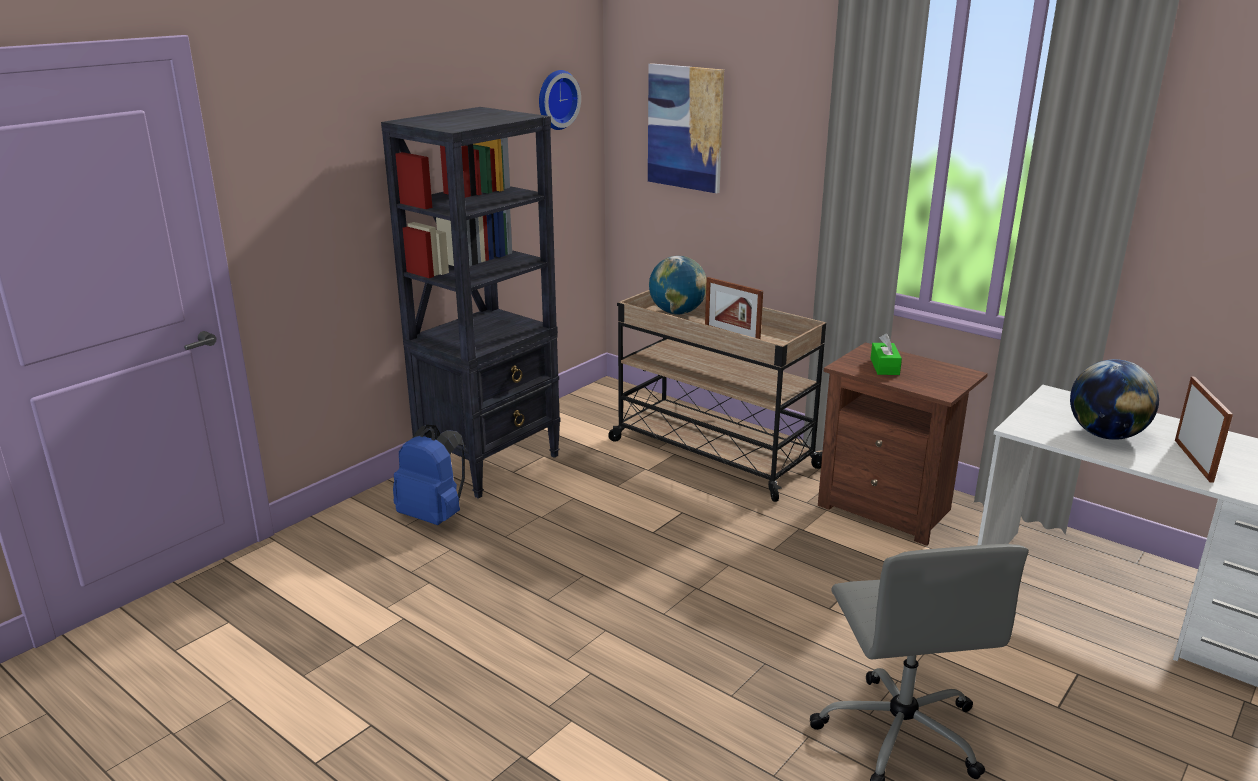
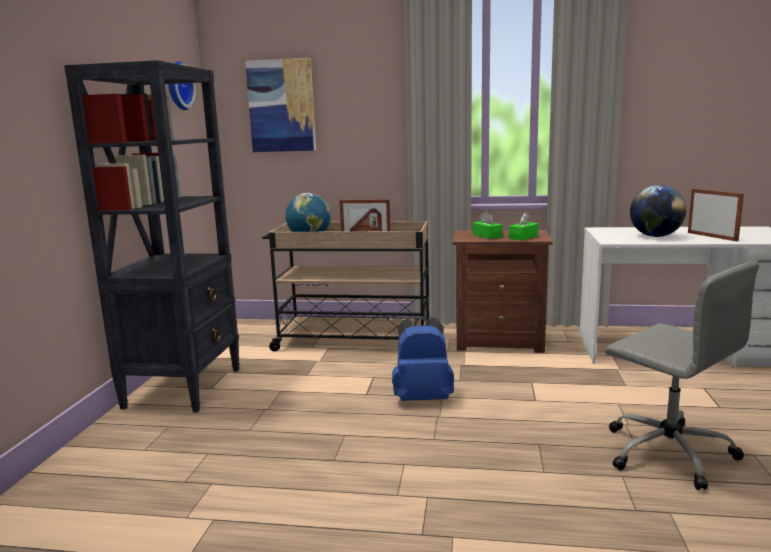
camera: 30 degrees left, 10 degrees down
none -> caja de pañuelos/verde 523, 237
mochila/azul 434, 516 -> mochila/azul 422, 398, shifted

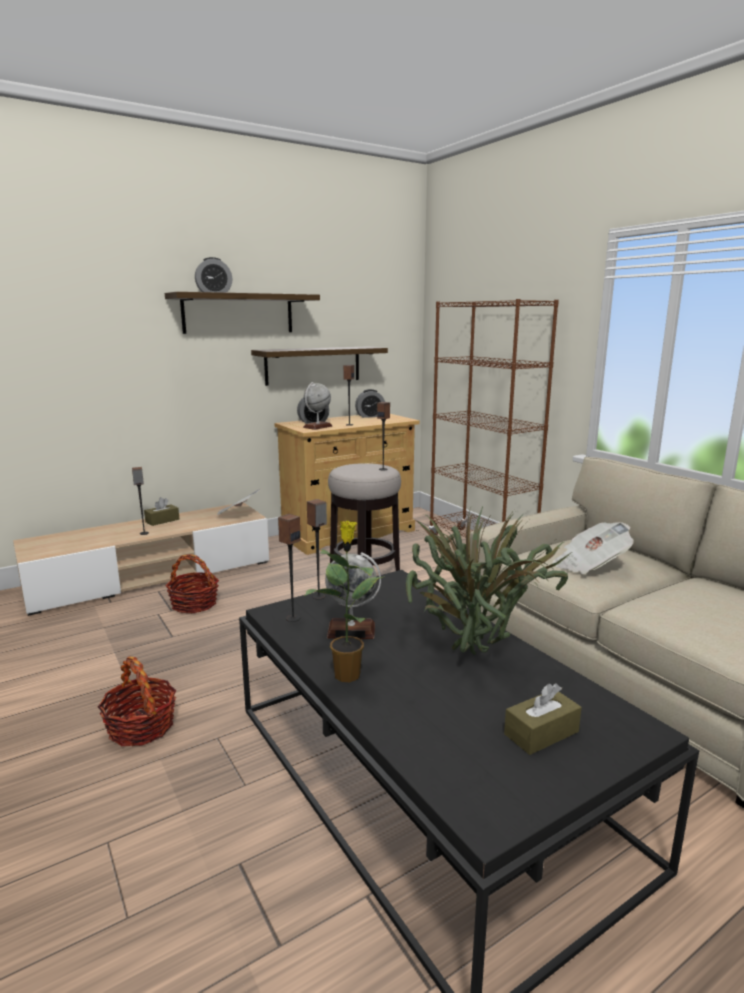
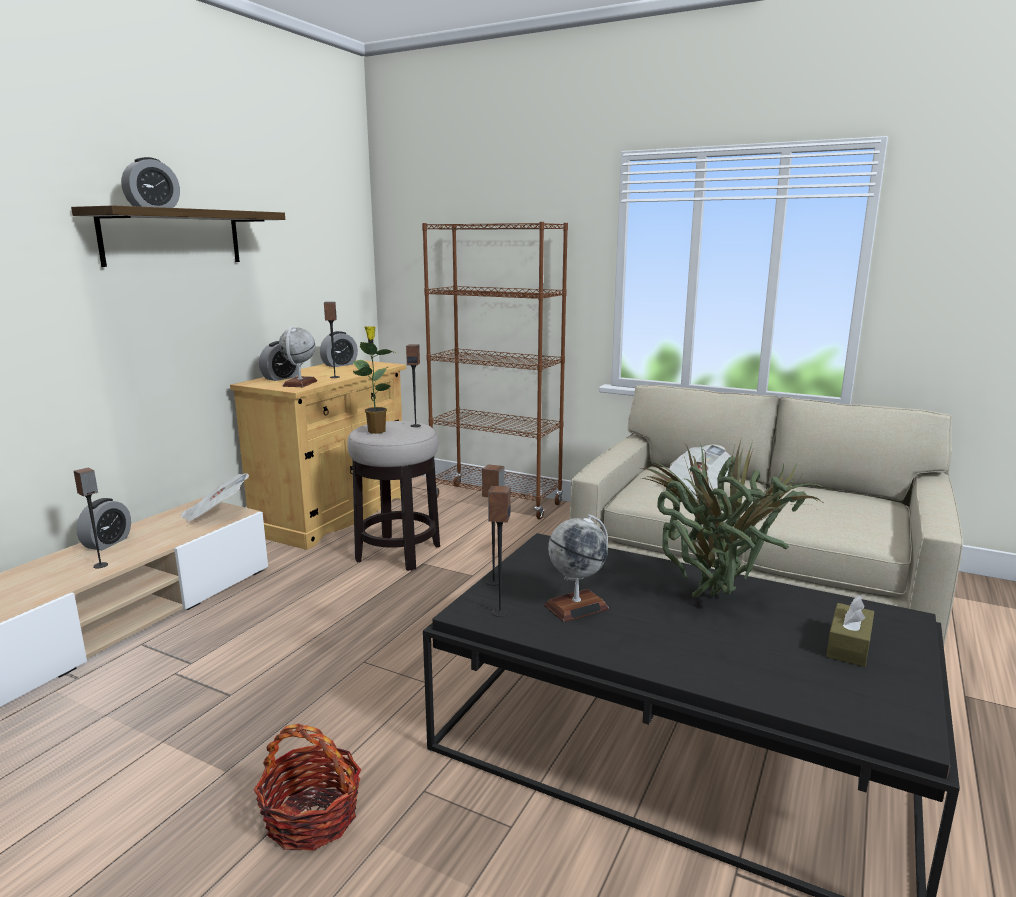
camera: 30 degrees left, 0 degrees up
cesta 194, 604 -> none
estante 313, 365 -> none
planta en maceta 347, 673 -> planta en maceta 376, 431, shifted
caja de pañuelos/marrón 162, 520 -> despertador 107, 543

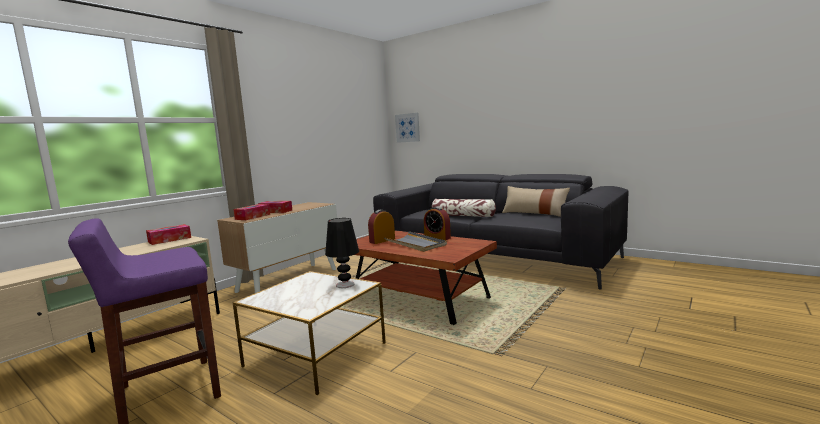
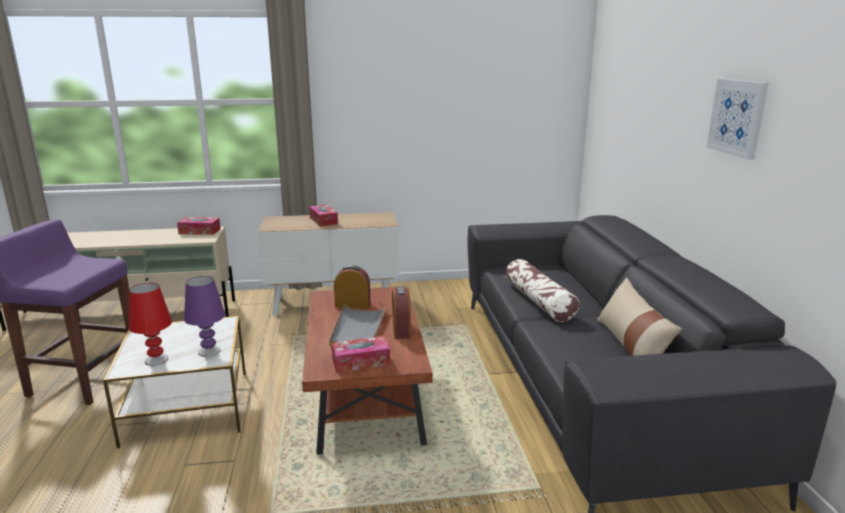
camera: 45 degrees right, 10 degrees up
none -> lámpara de mesa/rojo 156, 360
caja de pañuelos 253, 217 -> caja de pañuelos 361, 361, shifted
cuadro 407, 127 -> cuadro 737, 117, shifted
lámpara de mesa/negro 345, 285 -> lámpara de mesa/morado 209, 351

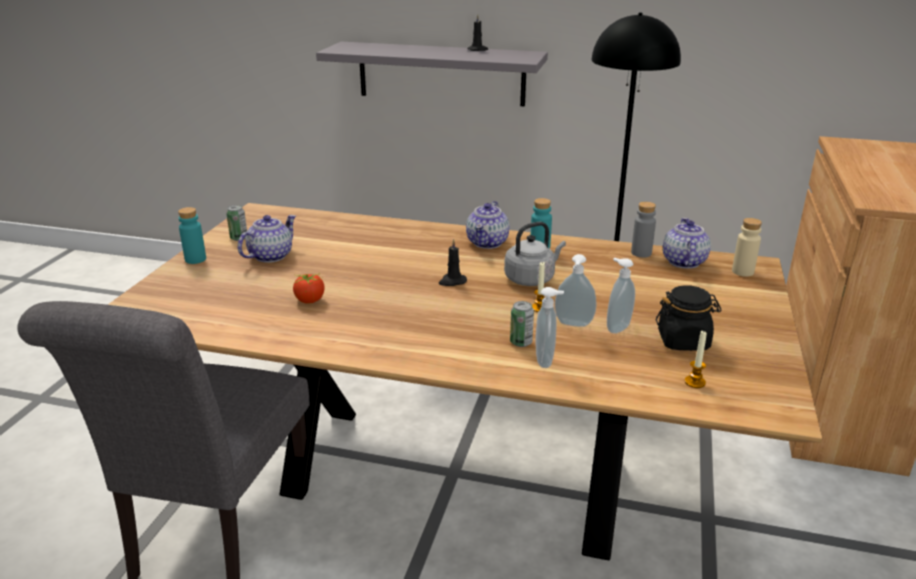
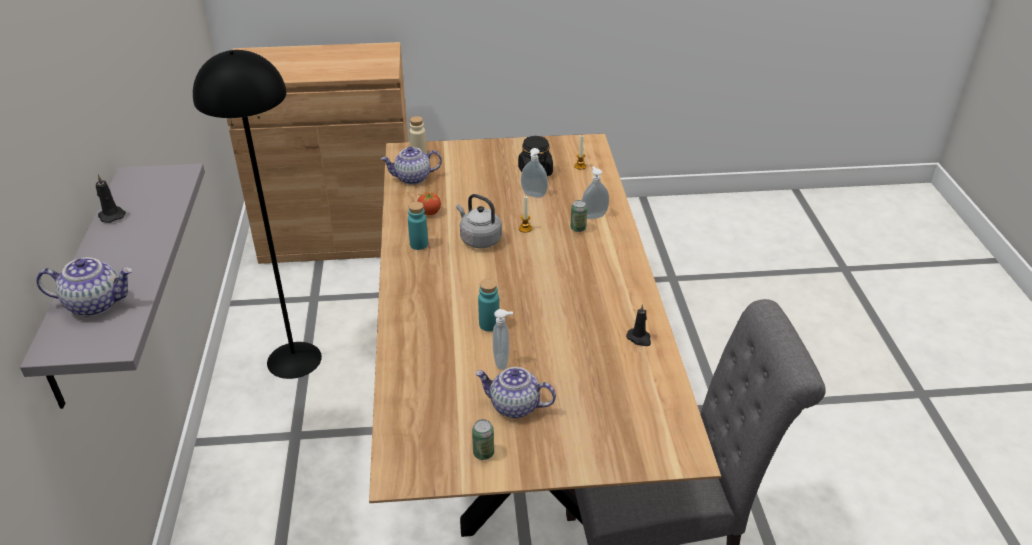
camera: 110 degrees left, 10 degrees up
botella/gris 641, 253 -> none
botella/turquesa 195, 259 -> botella/turquesa 489, 324, shifted
tomate 310, 300 -> tomate 429, 212, shifted
vela/negro 452, 281 -> vela/negro 639, 338, shifted
tetera 488, 243 -> tetera 96, 303, shifted
dispensador de jabón 573, 324 -> dispensador de jabón 503, 362, shifted

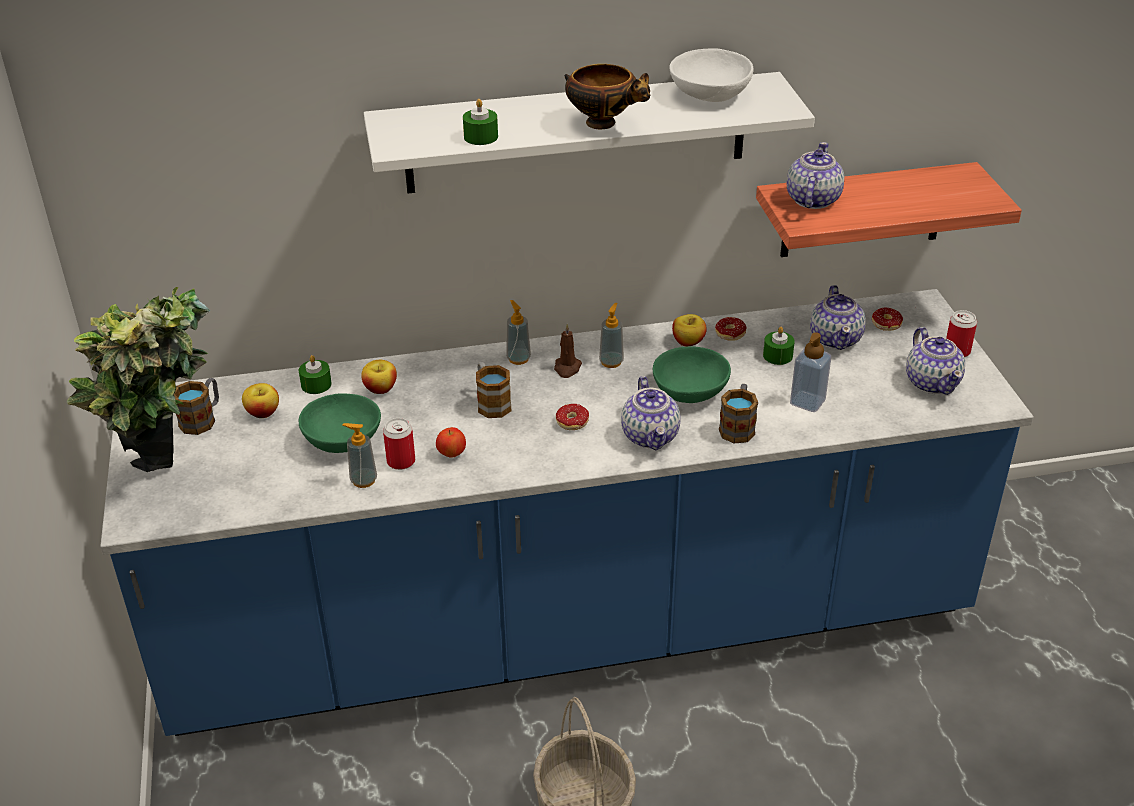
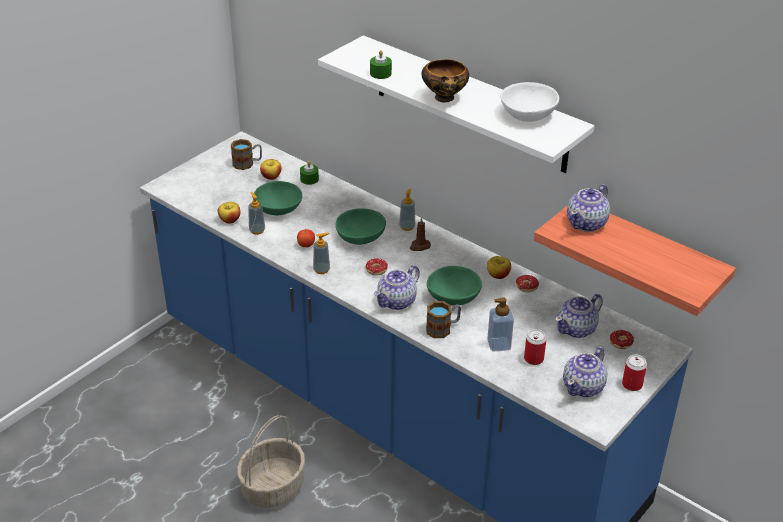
camera: 50 degrees right, 0 degrees up
planta en maceta 171, 487 -> none
vela/verde 777, 356 -> none
manzana 380, 389 -> manzana 230, 220, shifted
lata 401, 461 -> lata 533, 359, shifted
dispensador de jabón 611, 362 -> dispensador de jabón 321, 270, shifted
taza grande 491, 403 -> cuenco/verde 360, 237
tetera 812, 200 -> tetera 587, 223, 150 degrees clockwise

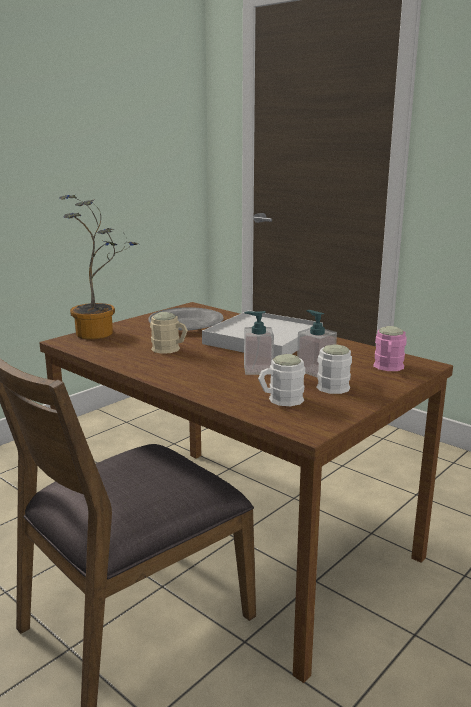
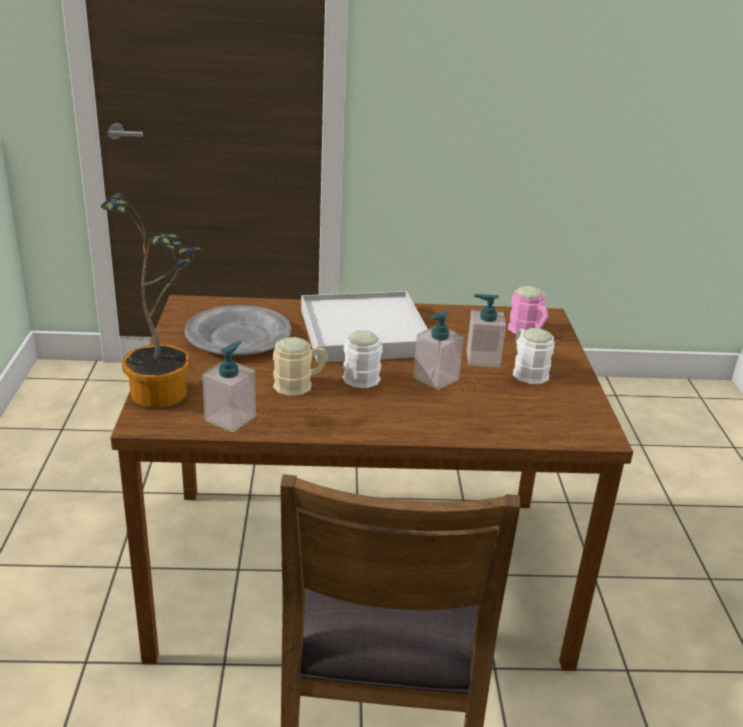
camera: 45 degrees left, 10 degrees up
none -> dispensador de jabón 230, 418
taza grande/blanco 280, 400 -> taza grande/blanco 358, 381, shifted

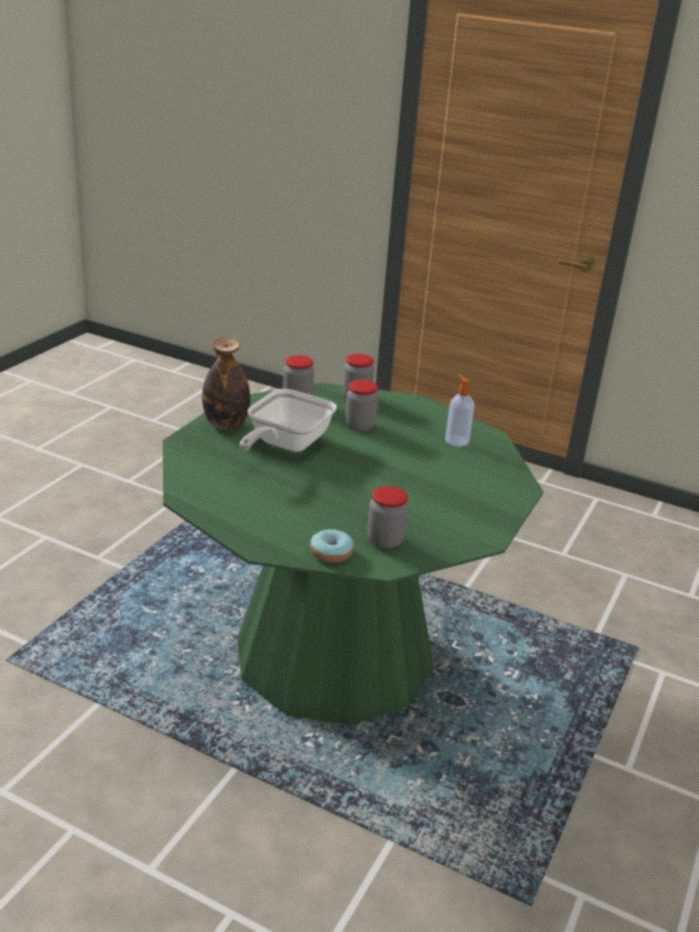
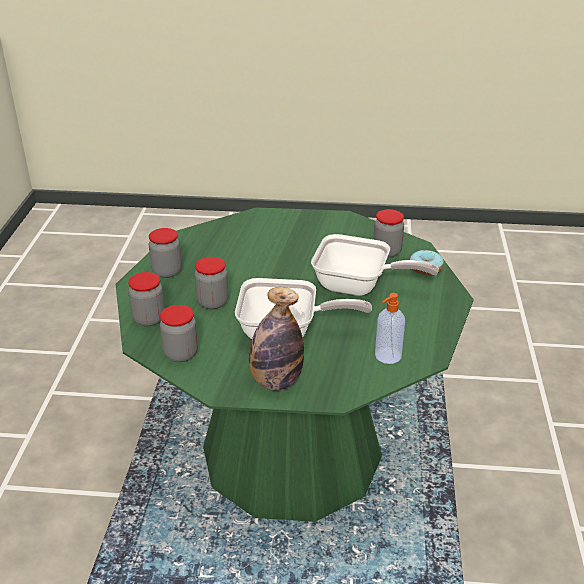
camera: 110 degrees left, 5 degrees up
none -> tarro 167, 271
none -> sartén 358, 286
dispensador de jabón 456, 440 -> dispensador de jabón 387, 356, shifted

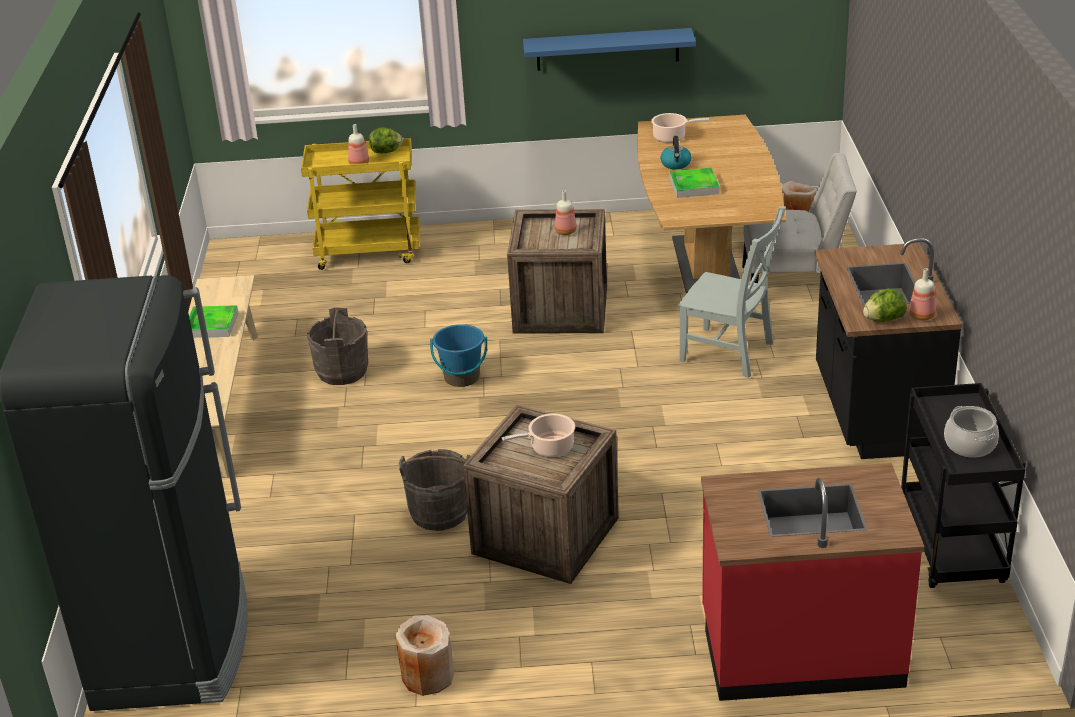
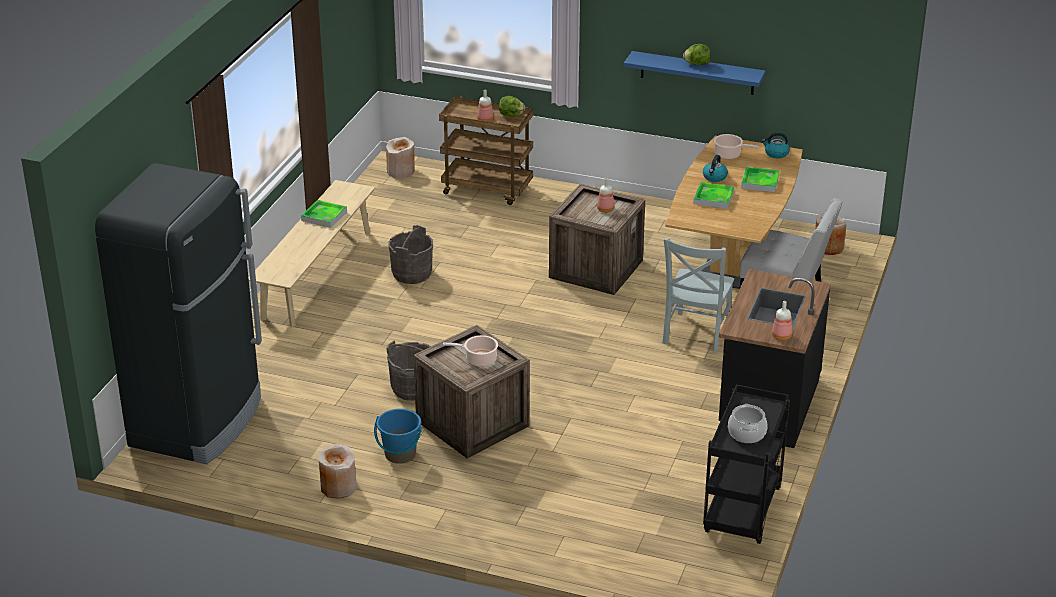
camera: 20 degrees right, 0 degrees up
mueble bajo de cocina/rojo 801, 649 -> none
none -> florero/beis 401, 171
none -> bandeja 760, 182
none -> hervidor 776, 154
cubo/azul 462, 378 -> cubo/azul 400, 455, shifted
lechuga 883, 320 -> lechuga 697, 64, shifted
carrito/amarillo 369, 252 -> carrito/marrón 488, 189
silla/gris 730, 353 -> silla/gris 695, 334, 60 degrees clockwise

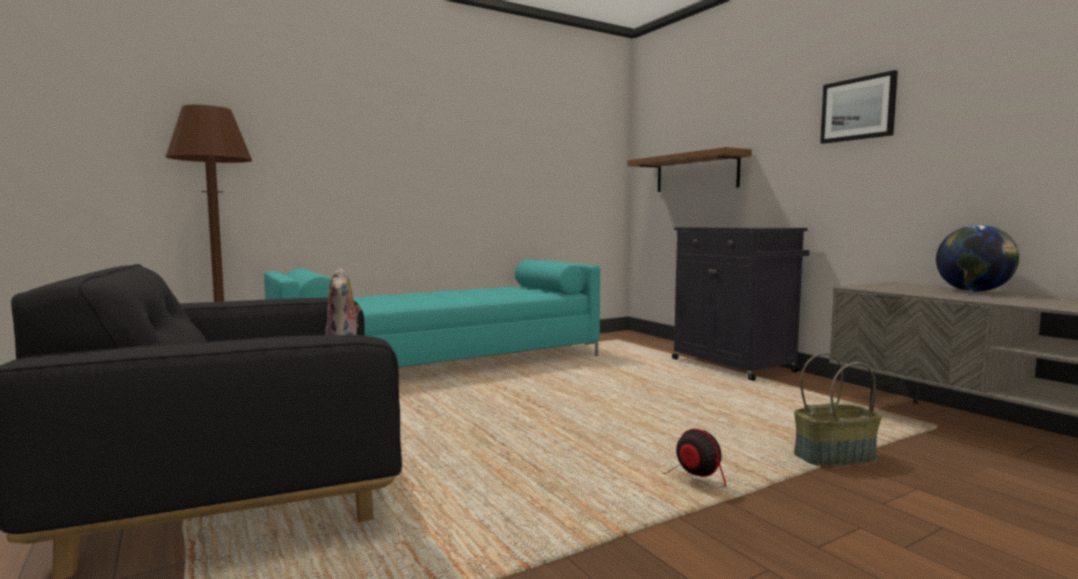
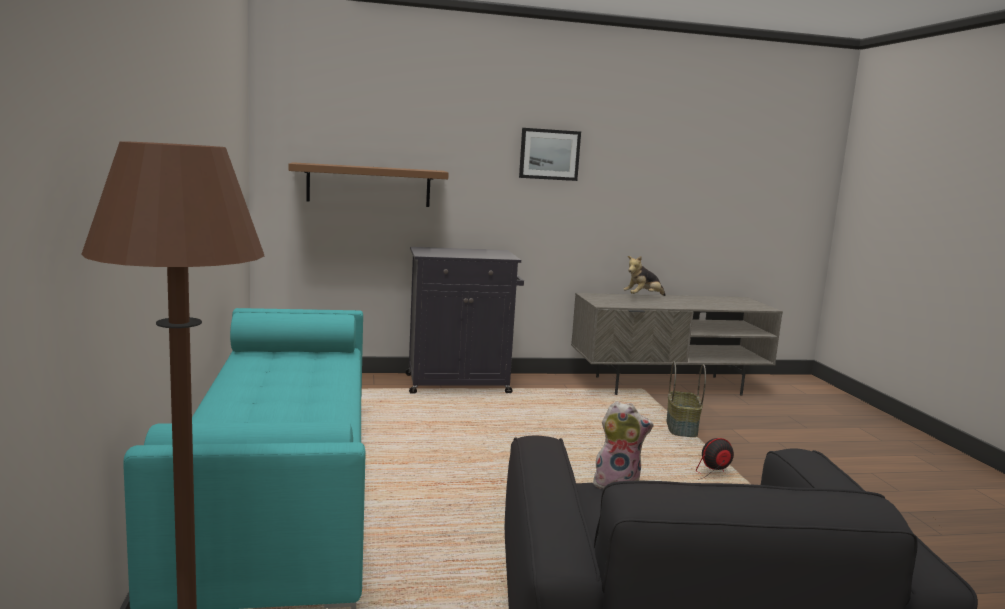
camera: 70 degrees left, 5 degrees up
globo terráqueo 974, 291 -> peluche 643, 297

